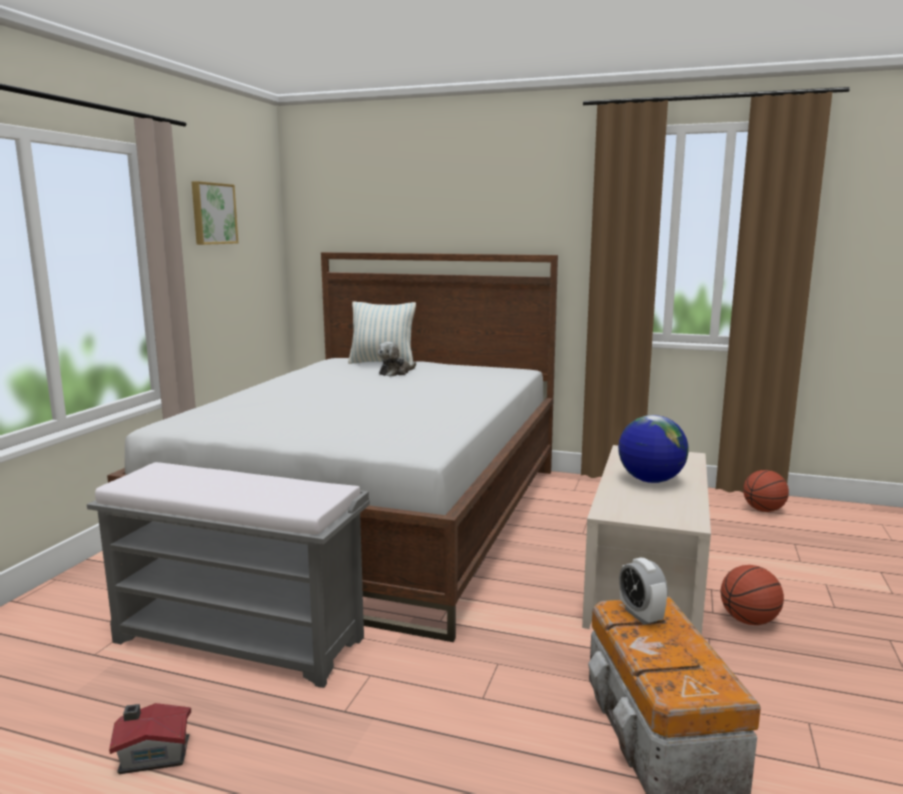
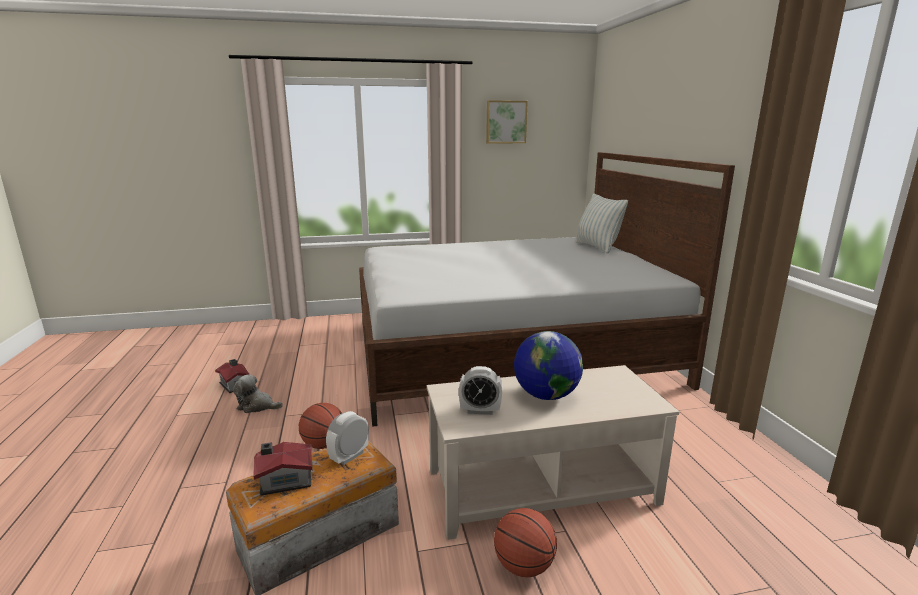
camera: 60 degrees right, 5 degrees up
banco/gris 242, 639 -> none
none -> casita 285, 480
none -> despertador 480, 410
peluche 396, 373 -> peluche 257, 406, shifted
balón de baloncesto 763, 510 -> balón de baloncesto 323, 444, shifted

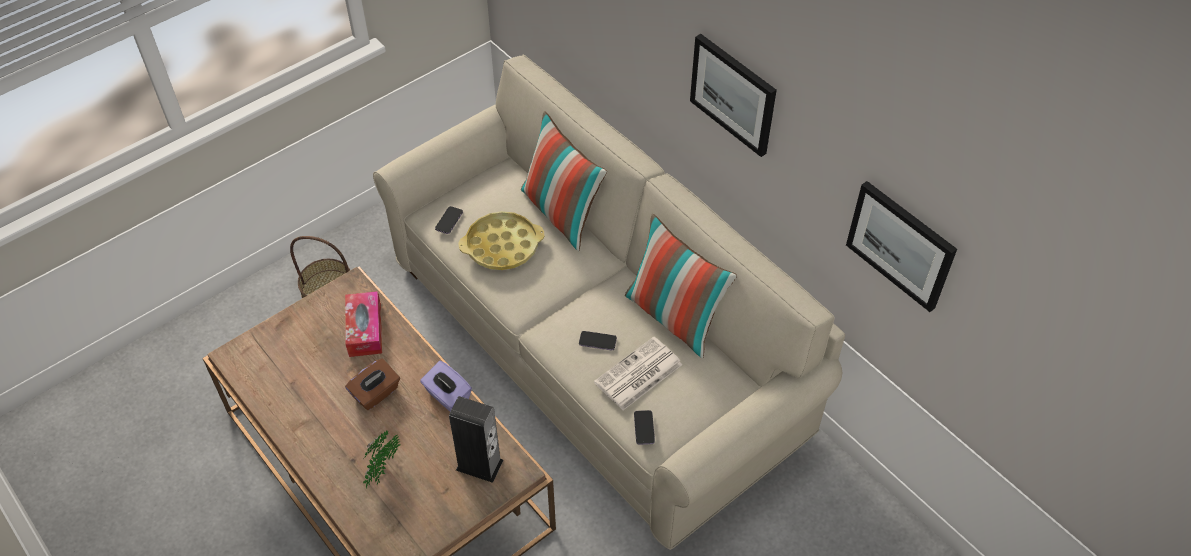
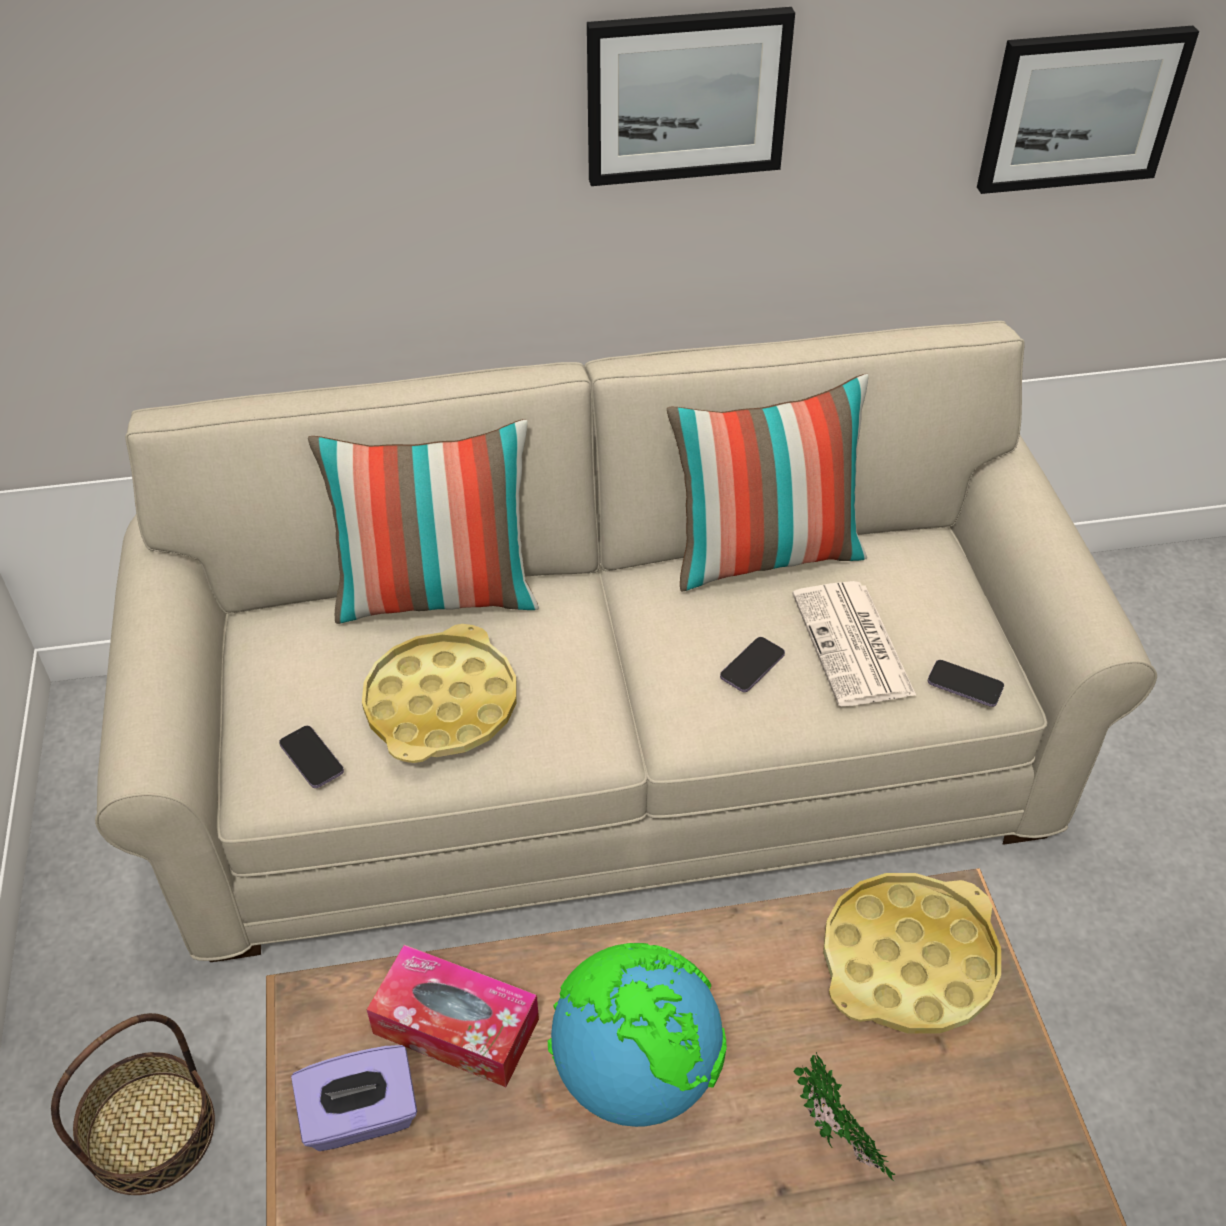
camera: 60 degrees left, 5 degrees down
caja de pañuelos/morado 447, 396 -> caja de pañuelos/morado 361, 1116, shifted
caja de pañuelos/marrón 376, 393 -> globo terráqueo 635, 1073
altavoz 479, 465 -> bandeja/amarillo 908, 961

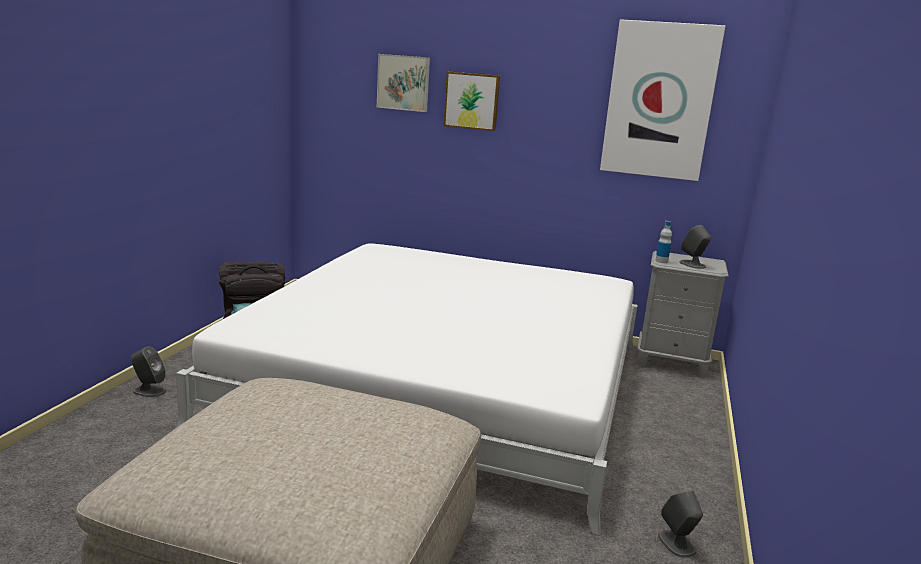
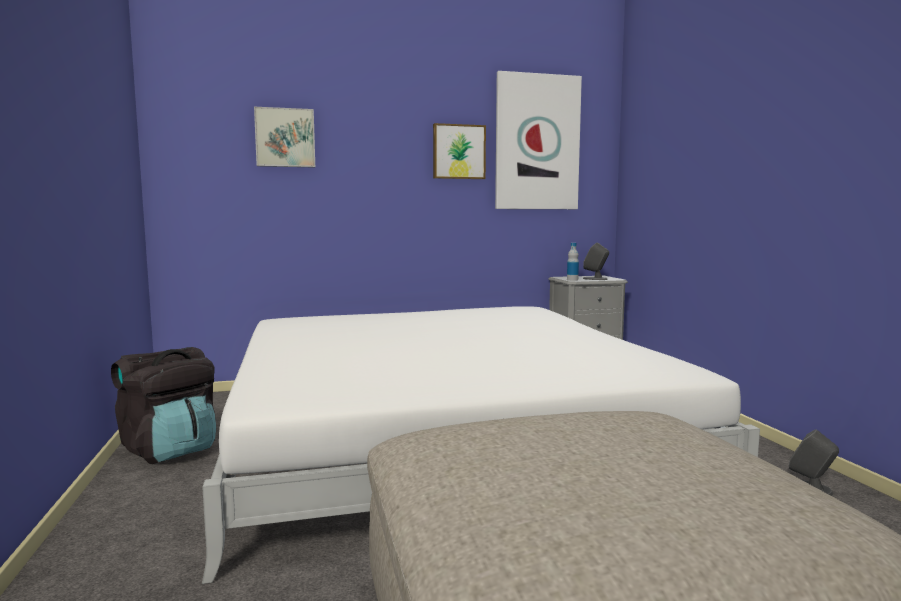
camera: 30 degrees left, 10 degrees down
altavoz/gris 149, 391 -> none
cuadro 472, 101 -> cuadro 458, 152, shifted

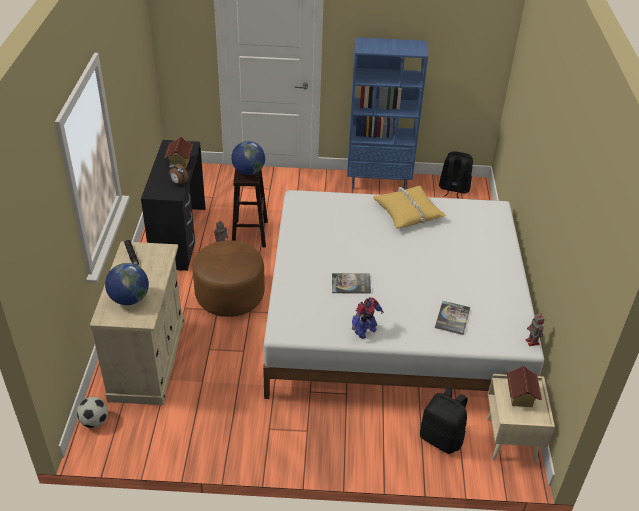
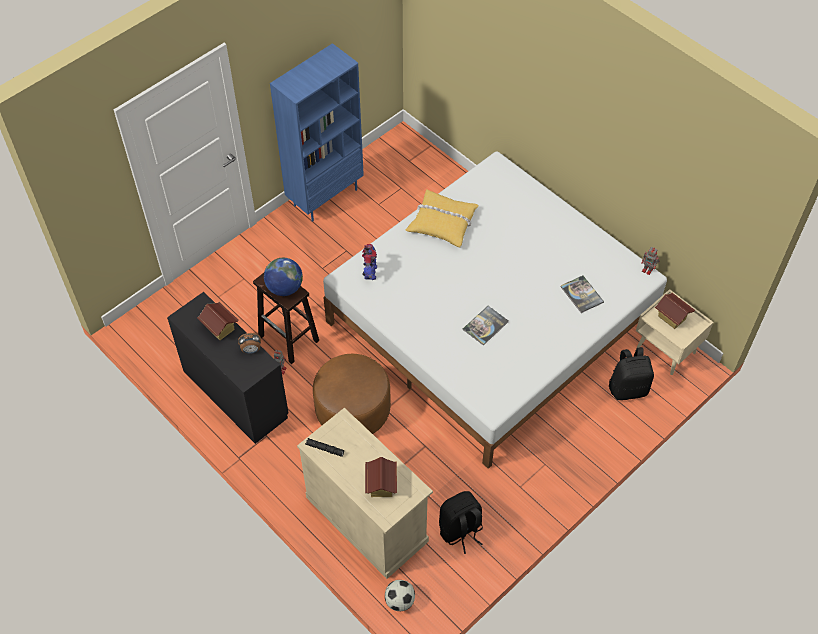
camera: 45 degrees left, 15 degrees up
robot de juguete 364, 331 -> robot de juguete 370, 272, shifted
mochila/negro 453, 189 -> mochila/negro 460, 530, shifted
globo terráqueo 129, 299 -> casita 381, 485

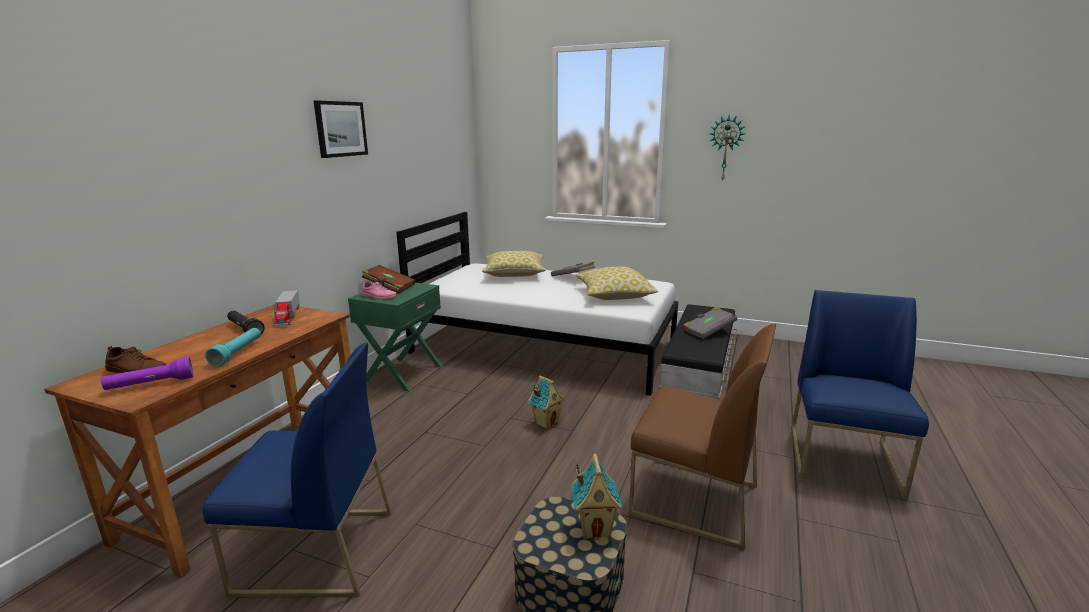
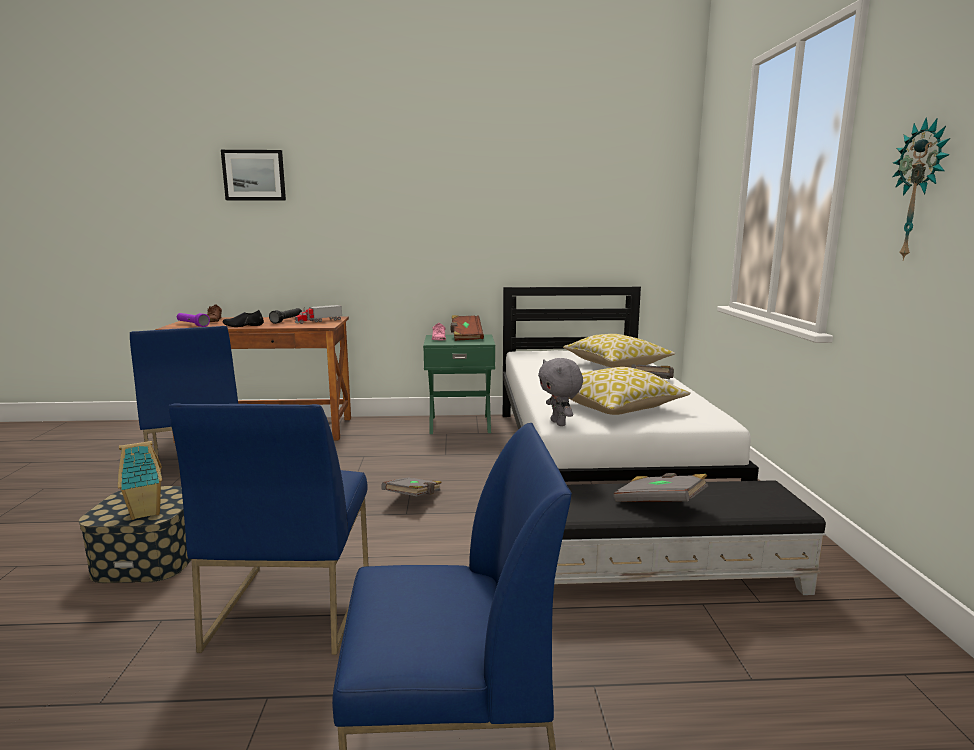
camera: 65 degrees right, 5 degrees down
none -> peluche/gris 559, 423
cuadro 340, 129 -> cuadro 254, 175, shifted
linterna/turquesa 238, 353 -> zapato/negro 243, 325
casita 546, 422 -> libro/gris 414, 498
silla/marrón 693, 500 -> silla/azul 290, 606

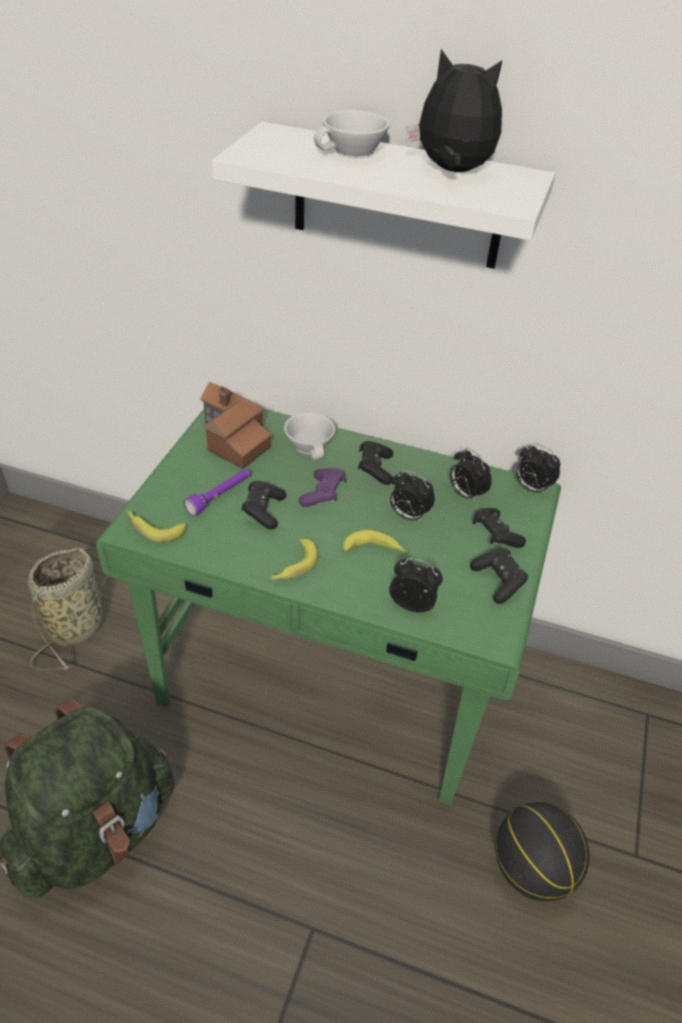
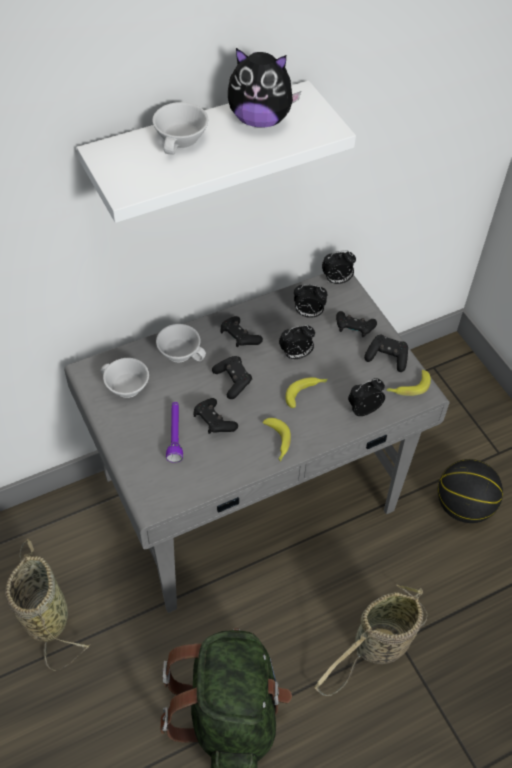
camera: 45 degrees left, 10 degrees up
none -> cesta 377, 647
plátano 154, 528 -> plátano 407, 387, shifted
casita 232, 438 -> taza/blanco 125, 387
escritorio/verde 333, 676 -> escritorio/gris 251, 496
mando de consola/morado 323, 495 -> mando de consola/negro 233, 381
peluche 451, 171 -> peluche 260, 120, 150 degrees counterclockwise

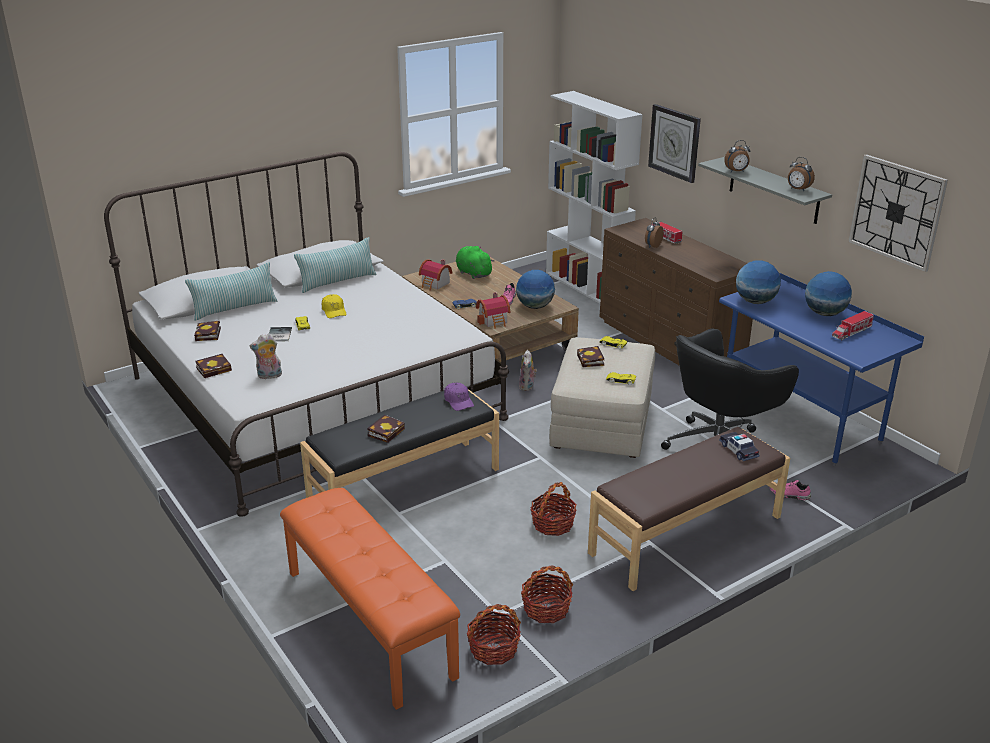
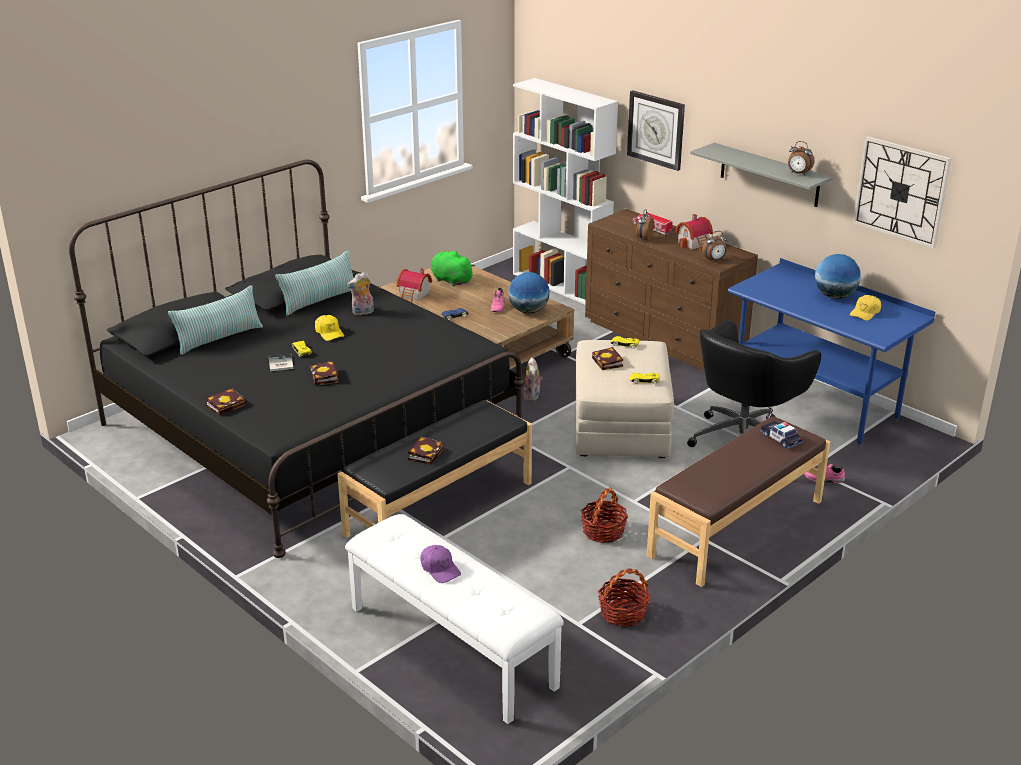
camera: 10 degrees left, 0 degrees up
cesta 493, 649 -> none
globo terráqueo 755, 301 -> none
libro 208, 335 -> libro 325, 377, shifted
peluche 269, 376 -> peluche 362, 313, shifted
gorra/morado 458, 401 -> gorra/morado 440, 569, shifted
casita 494, 321 -> casita 695, 244, shifted
despertador 736, 171 -> despertador 714, 260, shifted
camión de juguete 851, 332 -> gorra/amarillo 865, 313
cama/blanco 313, 398 -> cama/negro 309, 428
banco/naranja 367, 623 -> banco/blanco 450, 647

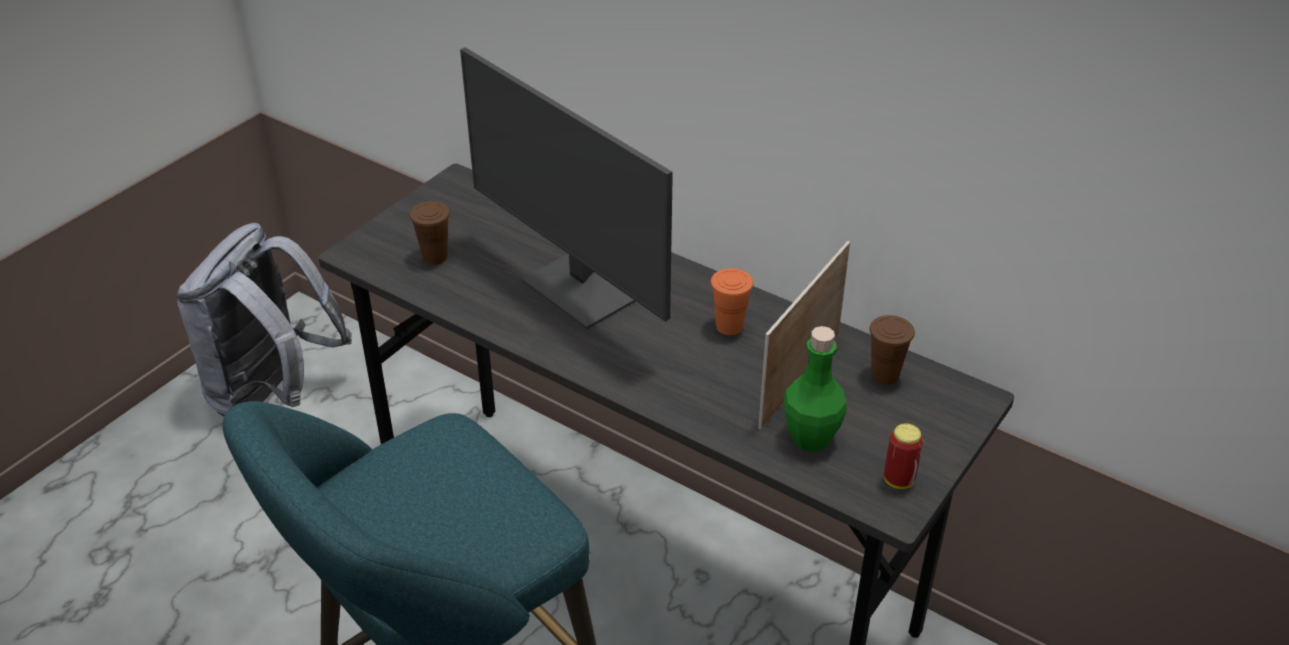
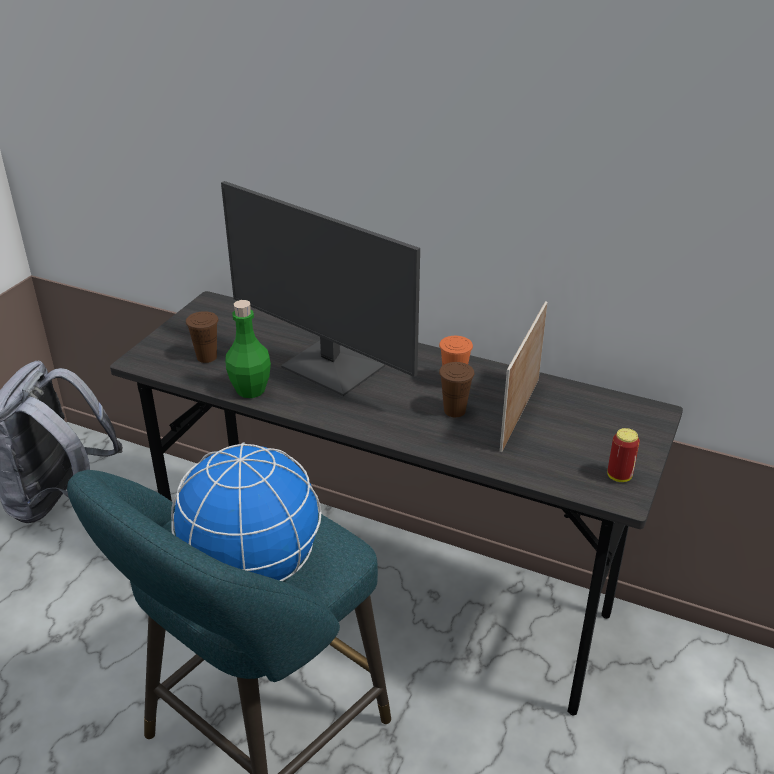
camera: 10 degrees left, 5 degrees down
none -> globo terráqueo 252, 569
botella/verde 811, 438 -> botella/verde 250, 390, shifted
taza/marrón 884, 375 -> taza/marrón 454, 410, shifted

